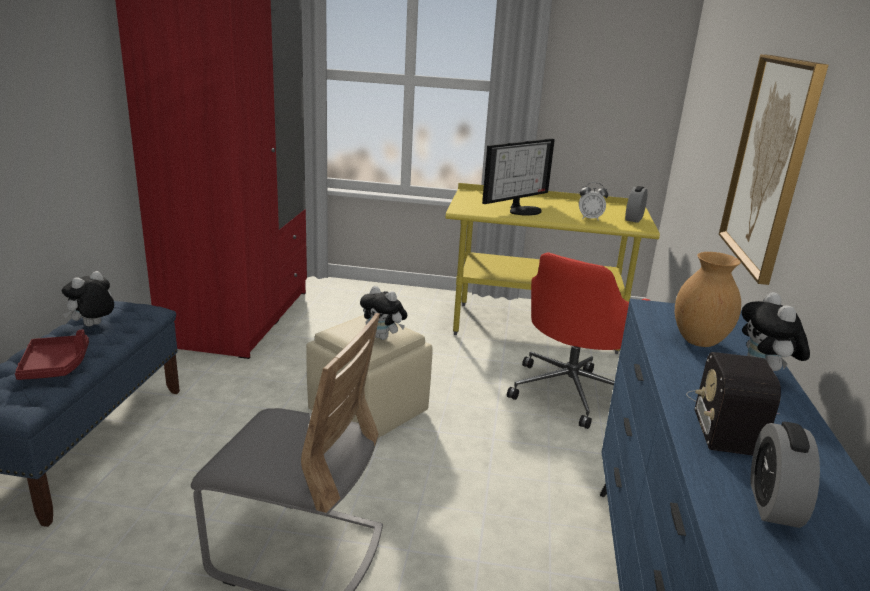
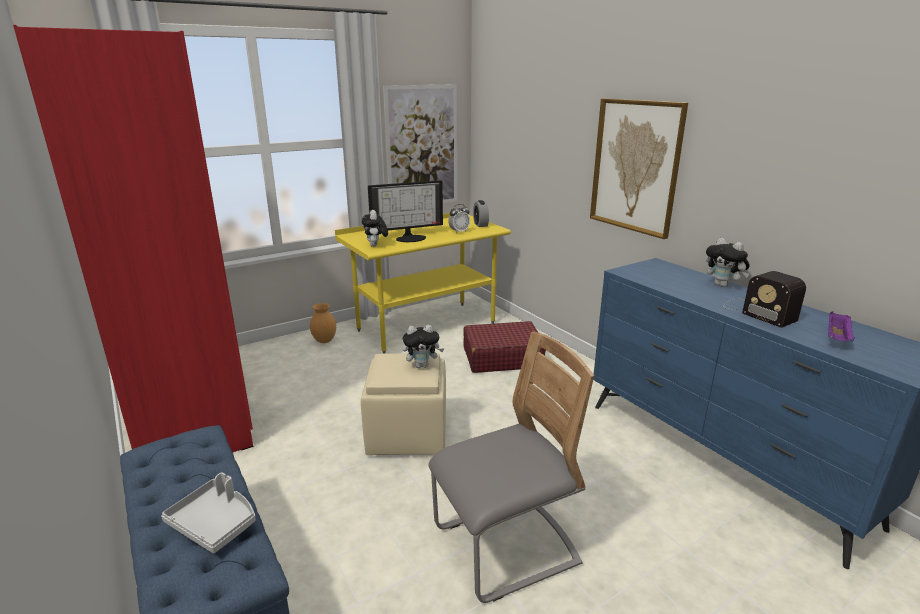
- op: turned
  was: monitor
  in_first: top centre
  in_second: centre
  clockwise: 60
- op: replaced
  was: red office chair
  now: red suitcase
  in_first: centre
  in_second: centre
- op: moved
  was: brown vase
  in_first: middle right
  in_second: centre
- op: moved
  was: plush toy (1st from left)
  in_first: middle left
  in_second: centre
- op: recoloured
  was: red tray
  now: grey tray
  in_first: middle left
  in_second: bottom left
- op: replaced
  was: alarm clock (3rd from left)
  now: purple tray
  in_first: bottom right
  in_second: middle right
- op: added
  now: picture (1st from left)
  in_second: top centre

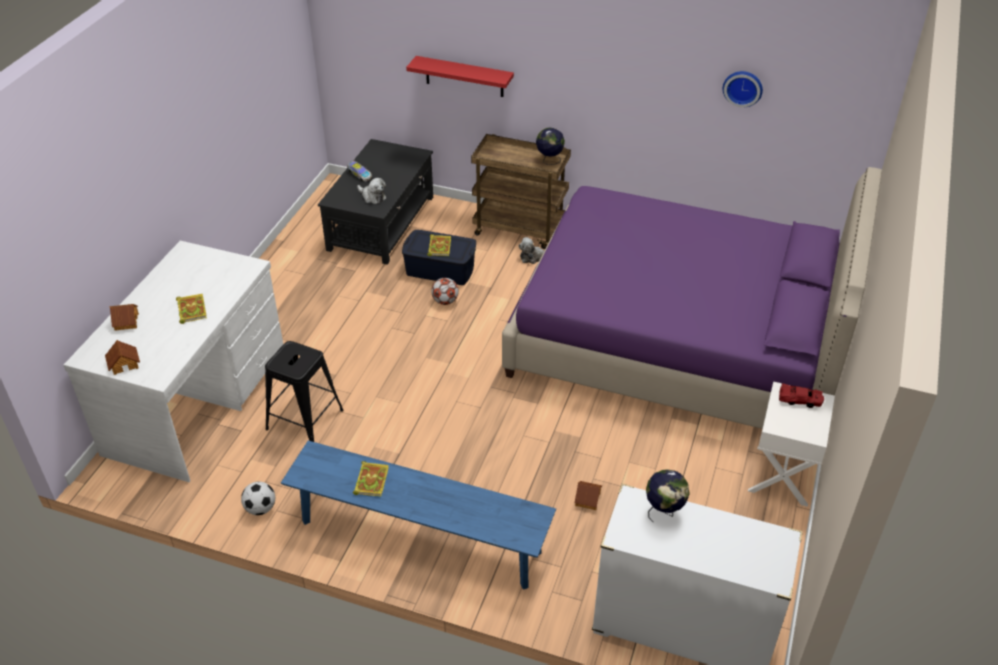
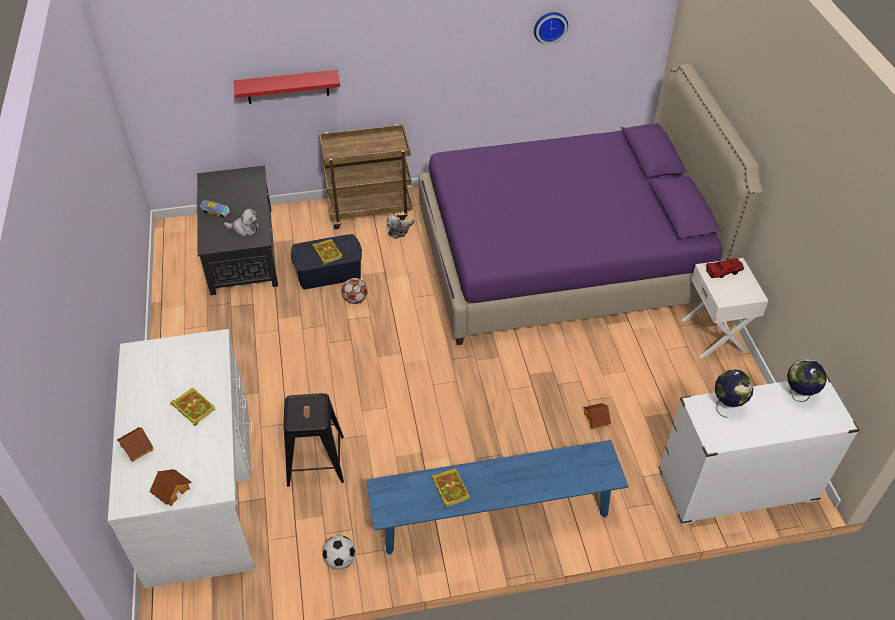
- op: moved
  was: globe (1st from left in the first image)
  now: globe (2nd from left)
  in_first: top centre
  in_second: middle right

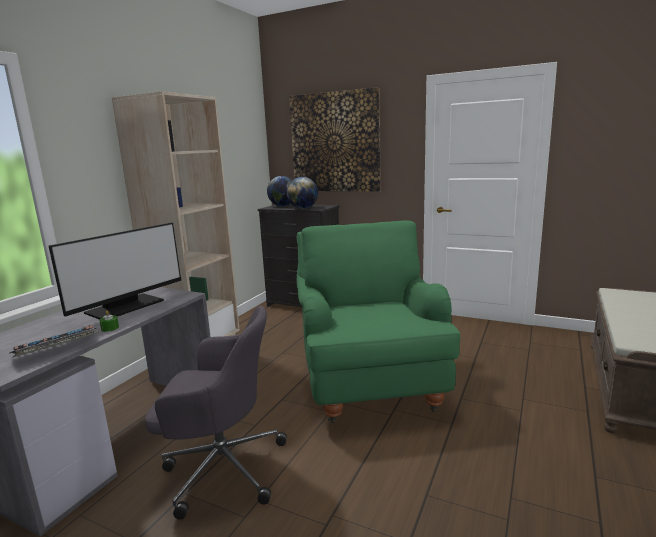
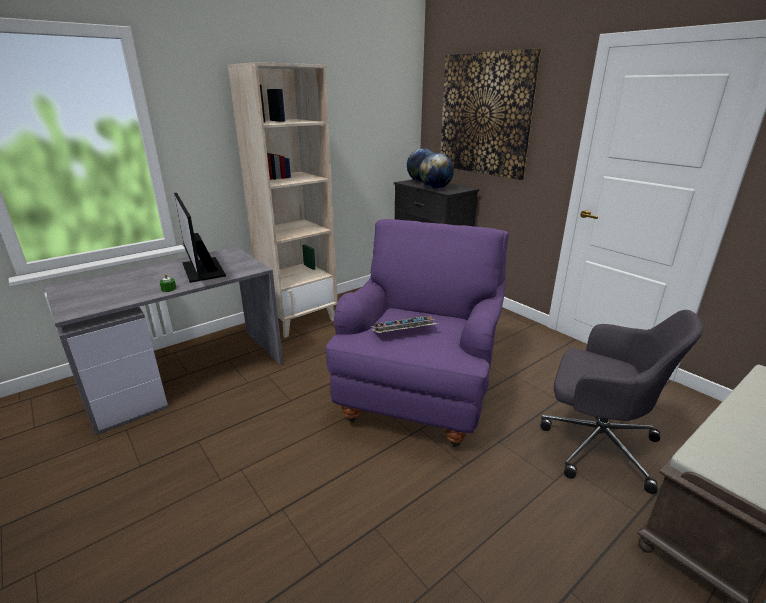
- op: recoloured
  was: green armchair
  now: purple armchair
  in_first: centre
  in_second: centre
- op: turned
  was: monitor
  in_first: middle left
  in_second: middle left
  clockwise: 90
- op: moved
  was: grey office chair
  in_first: bottom left
  in_second: bottom right
- op: moved
  was: keyboard
  in_first: middle left
  in_second: centre

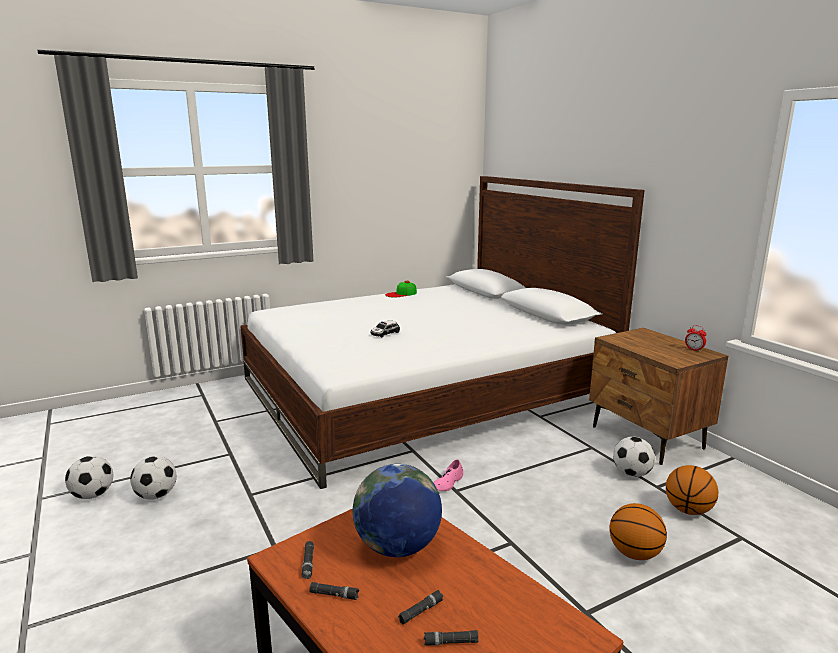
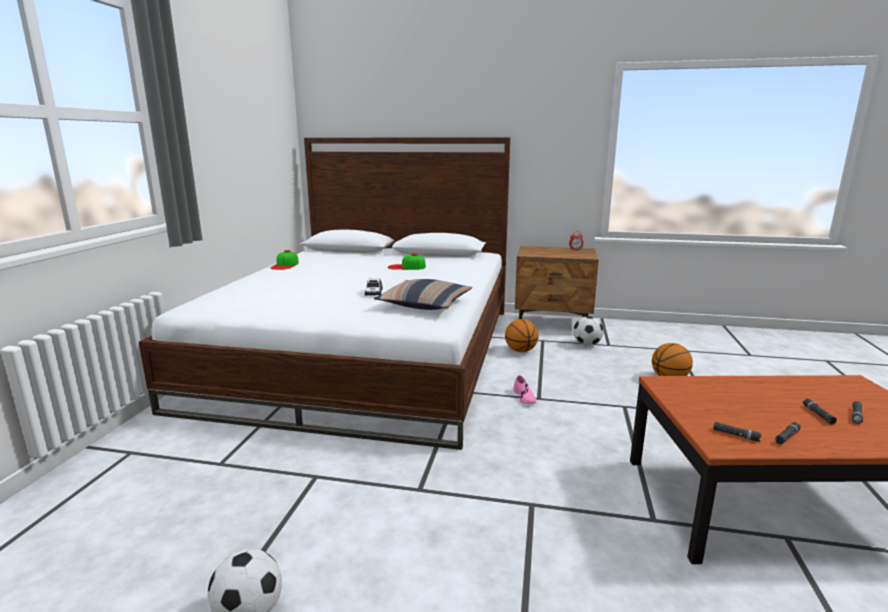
- op: removed
  was: football (2nd from left)
  in_first: bottom left
- op: removed
  was: globe
  in_first: bottom centre
- op: moved
  was: basketball (2nd from left in the first image)
  now: basketball (1st from left)
  in_first: bottom right
  in_second: centre
- op: added
  now: cap (2nd from left)
  in_second: centre
- op: added
  now: pillow
  in_second: centre

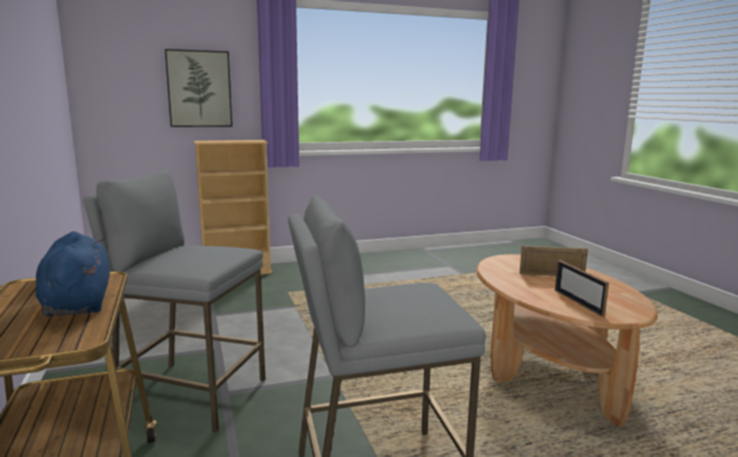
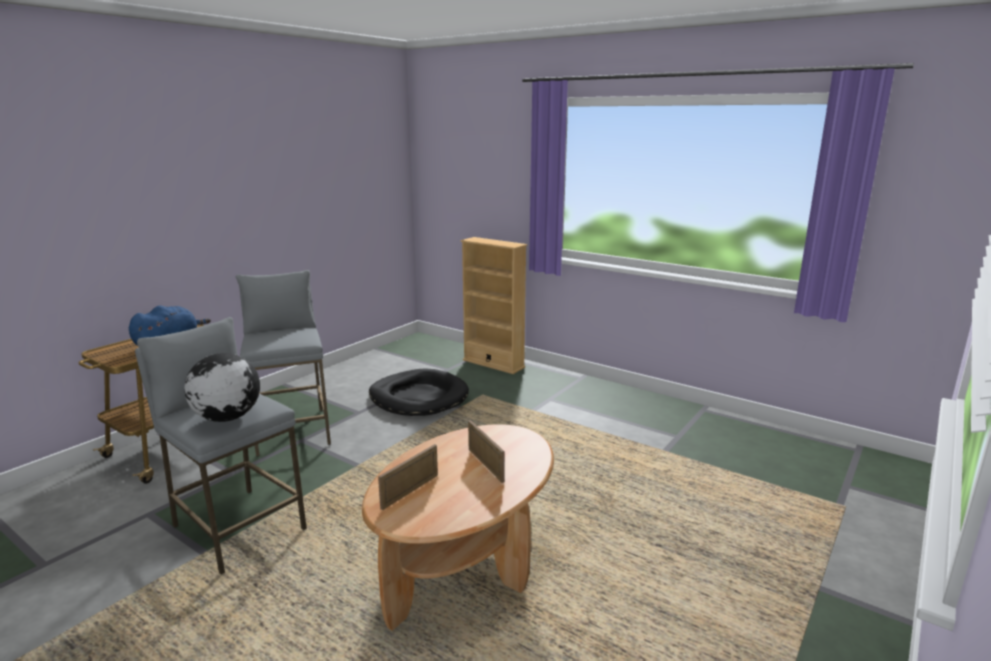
- op: removed
  was: picture
  in_first: top left
- op: added
  now: globe
  in_second: middle left
- op: added
  now: black dog bed
  in_second: centre

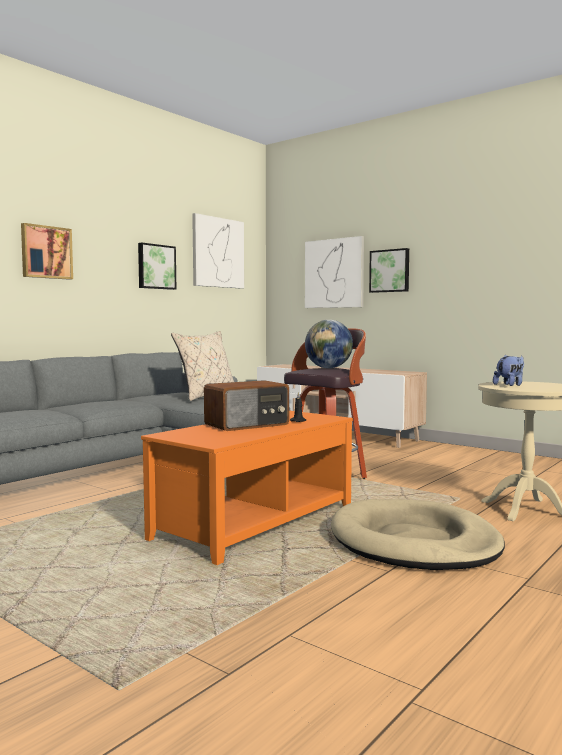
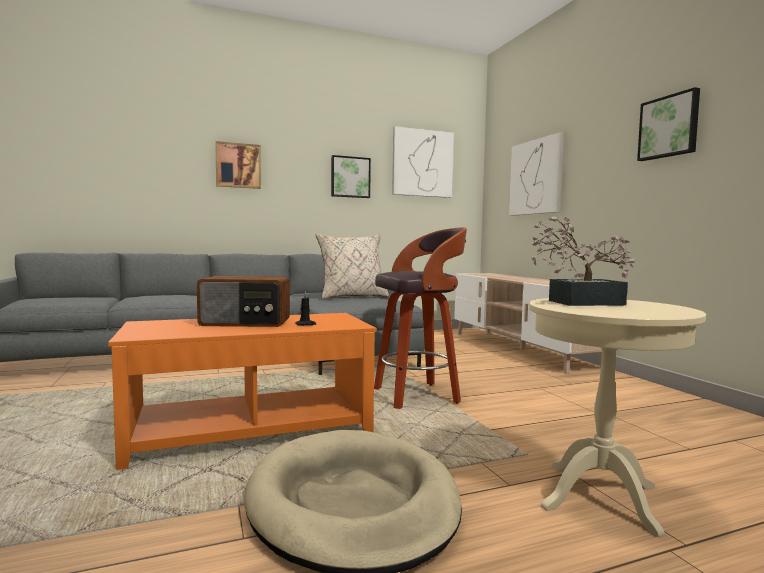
- op: moved
  was: picture (5th from left)
  in_first: middle right
  in_second: top right
- op: removed
  was: globe
  in_first: centre
- op: replaced
  was: plush toy
  now: potted plant
  in_first: middle right
  in_second: middle right

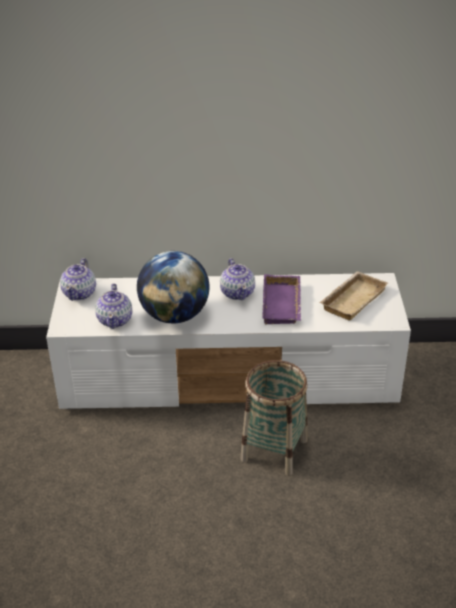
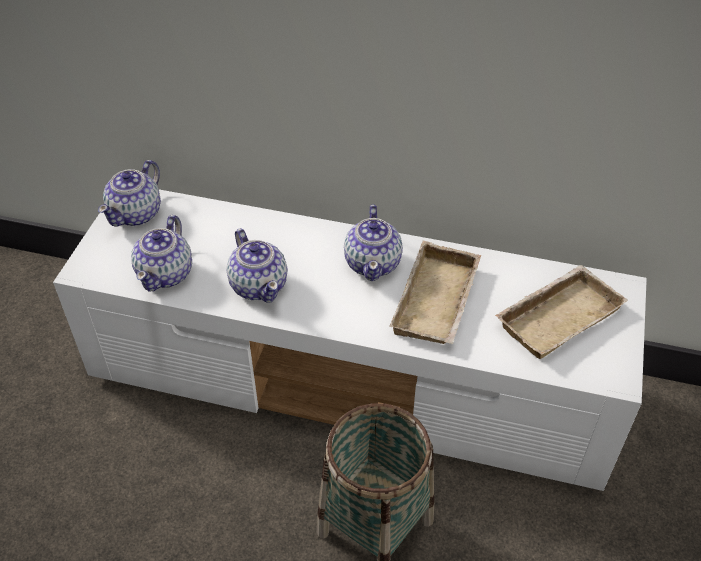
- op: replaced
  was: globe
  now: teapot (3rd from left)
  in_first: centre
  in_second: centre
- op: recoloured
  was: purple tray
  now: beige tray (1st from left)
  in_first: centre
  in_second: centre

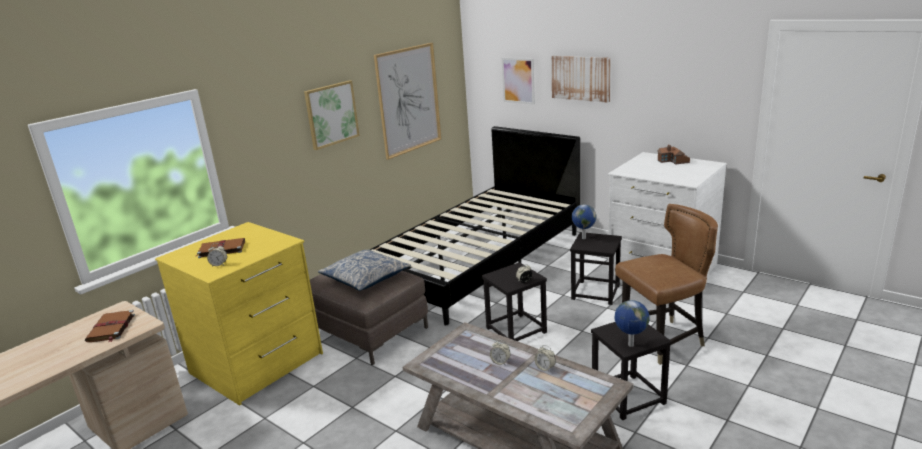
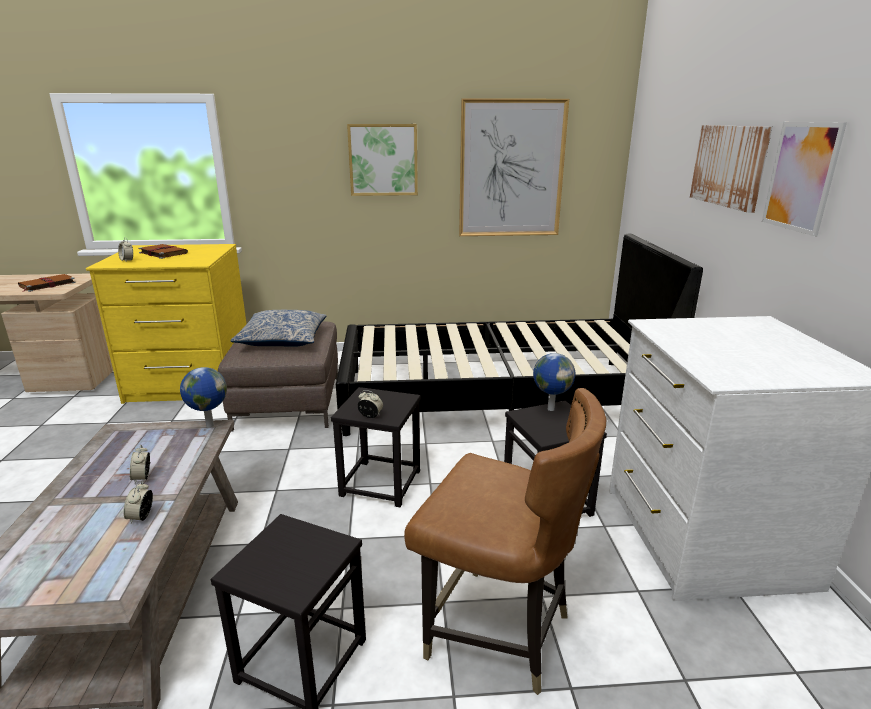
- op: moved
  was: picture (3rd from left in the first image)
  now: picture (4th from left)
  in_first: top centre
  in_second: top right
- op: removed
  was: toy house
  in_first: middle right
- op: moved
  was: globe (2nd from left in the first image)
  now: globe (1st from left)
  in_first: bottom right
  in_second: middle left

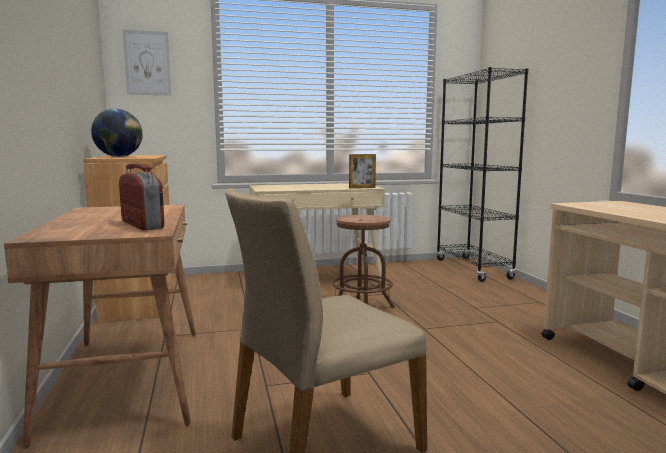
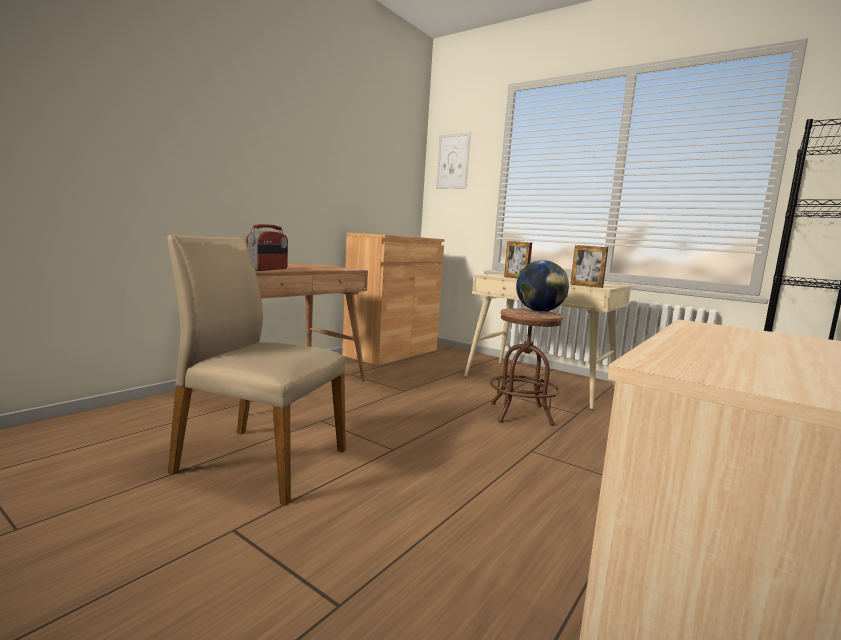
- op: moved
  was: globe
  in_first: top left
  in_second: centre
- op: added
  now: picture frame (1st from left)
  in_second: centre

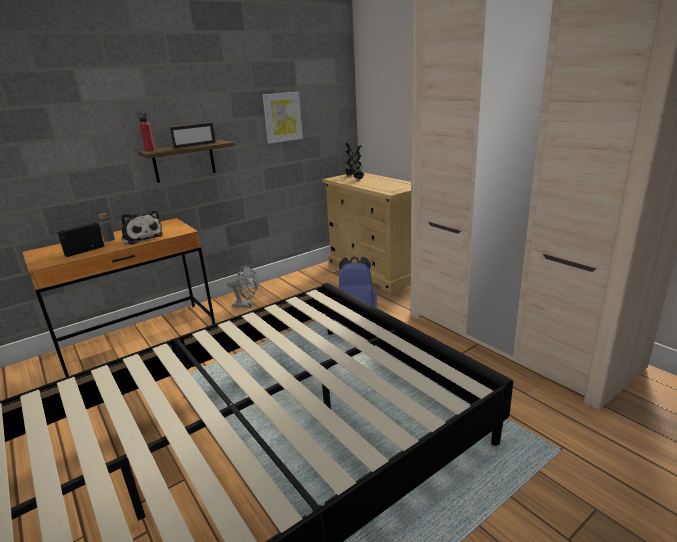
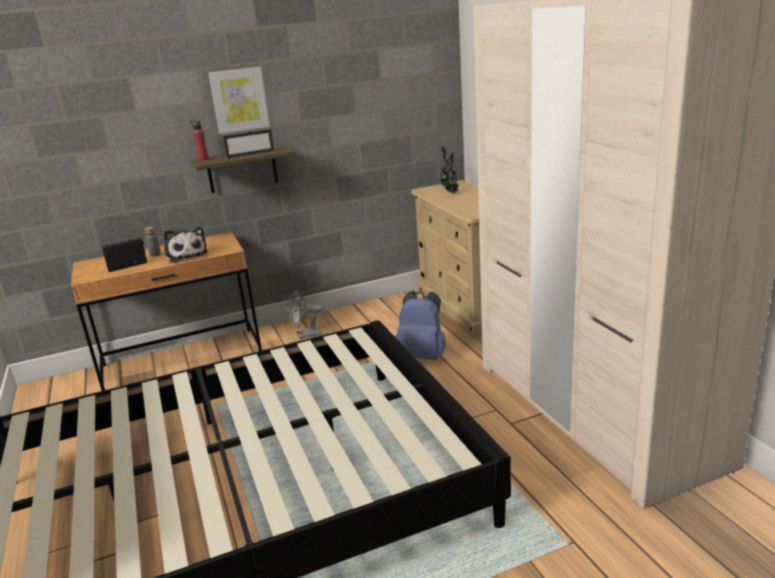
- op: moved
  was: picture
  in_first: top centre
  in_second: top left
- op: turned
  was: grey fan
  in_first: centre
  in_second: centre
  clockwise: 135

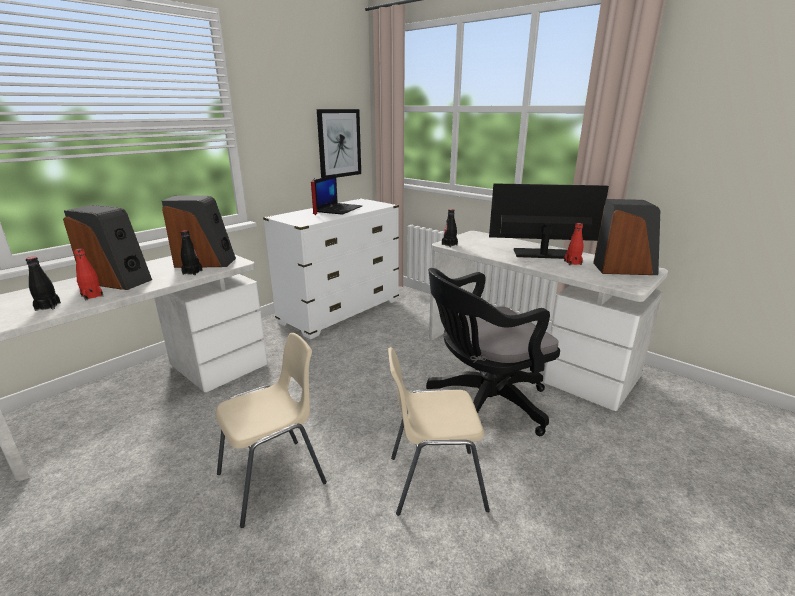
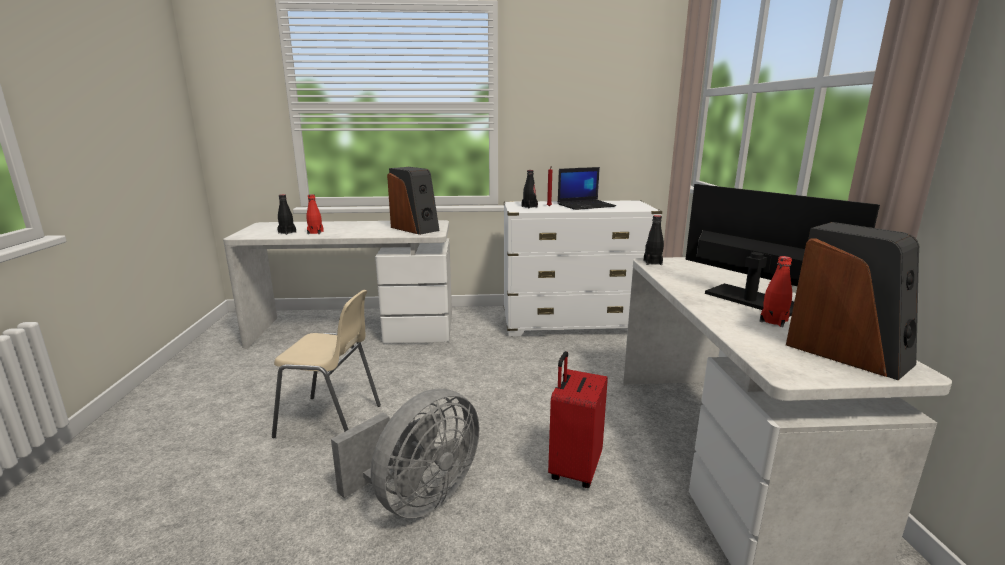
- op: removed
  was: picture
  in_first: top centre
- op: removed
  was: speaker (1st from left)
  in_first: middle left
- op: moved
  was: black bottle (2nd from left)
  in_first: middle left
  in_second: centre
- op: replaced
  was: black office chair
  now: red suitcase
  in_first: centre
  in_second: bottom centre
- op: replaced
  was: beige chair (2nd from left)
  now: grey fan
  in_first: bottom centre
  in_second: bottom centre

